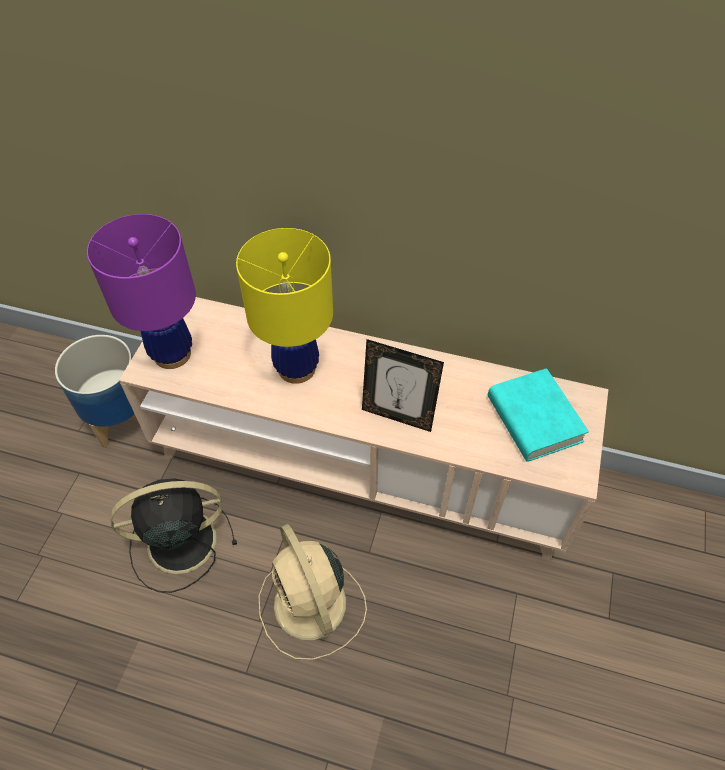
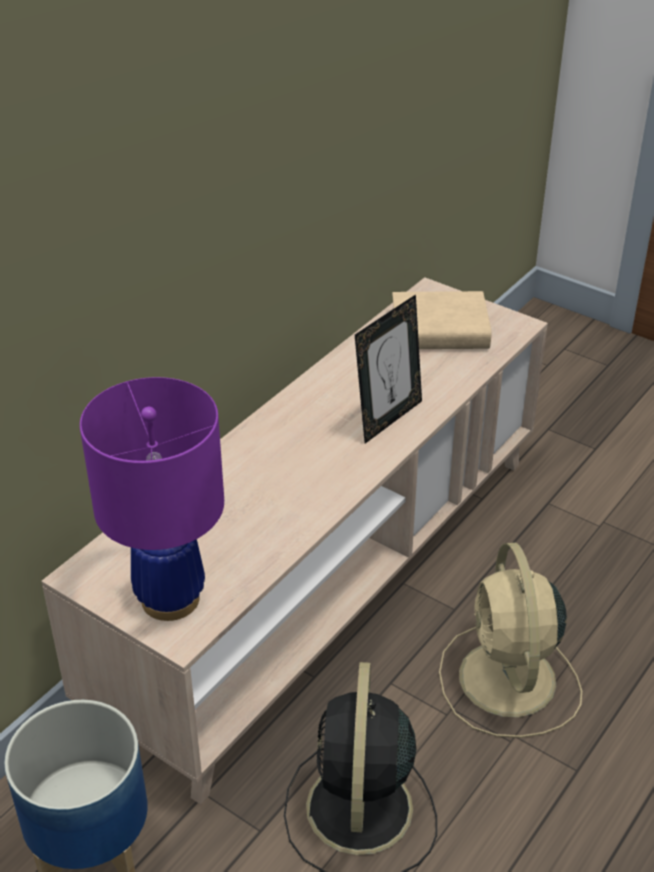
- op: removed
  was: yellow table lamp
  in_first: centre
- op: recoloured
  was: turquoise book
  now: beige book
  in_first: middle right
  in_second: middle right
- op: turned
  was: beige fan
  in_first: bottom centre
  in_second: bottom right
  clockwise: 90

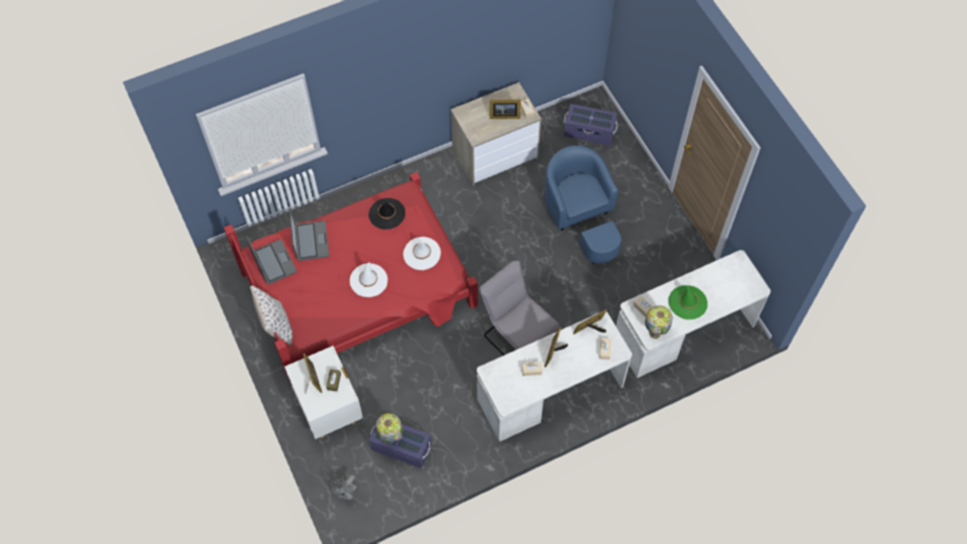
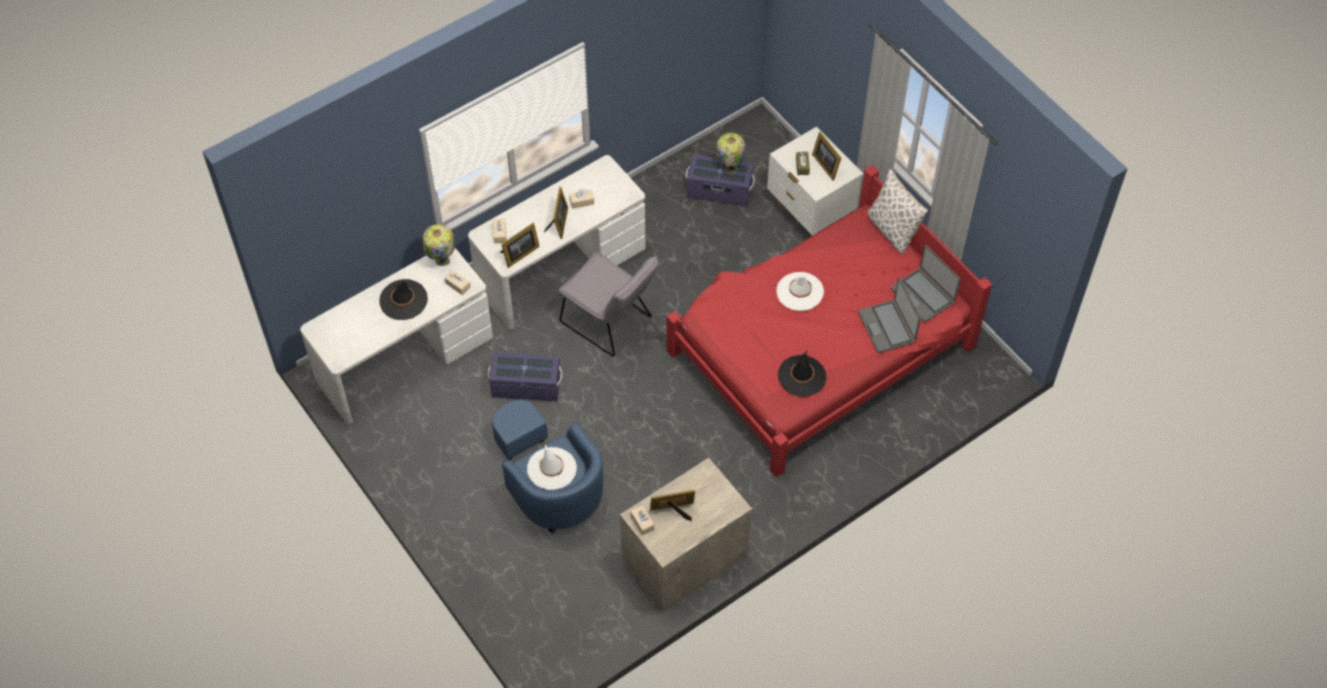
- op: moved
  was: purple storage box (2nd from left in the first image)
  now: purple storage box (1st from left)
  in_first: top centre
  in_second: centre
- op: moved
  was: white hat (2nd from left in the first image)
  now: white hat (1st from left)
  in_first: centre
  in_second: bottom centre
- op: recoloured
  was: green hat
  now: black hat (1st from left)
  in_first: middle right
  in_second: middle left
- op: removed
  was: grey fan
  in_first: bottom centre

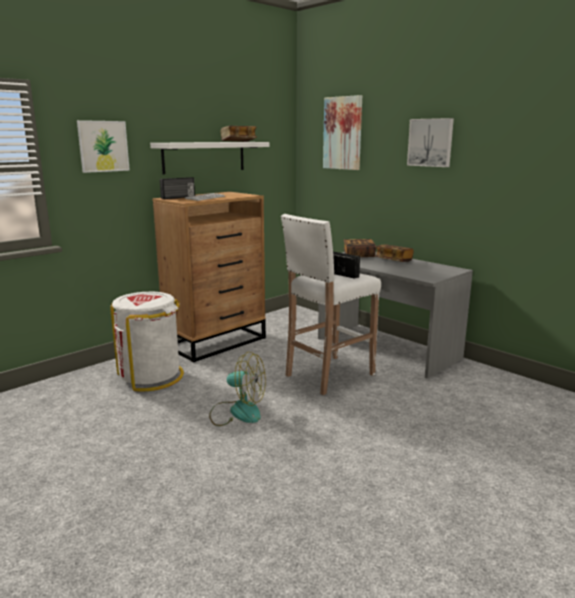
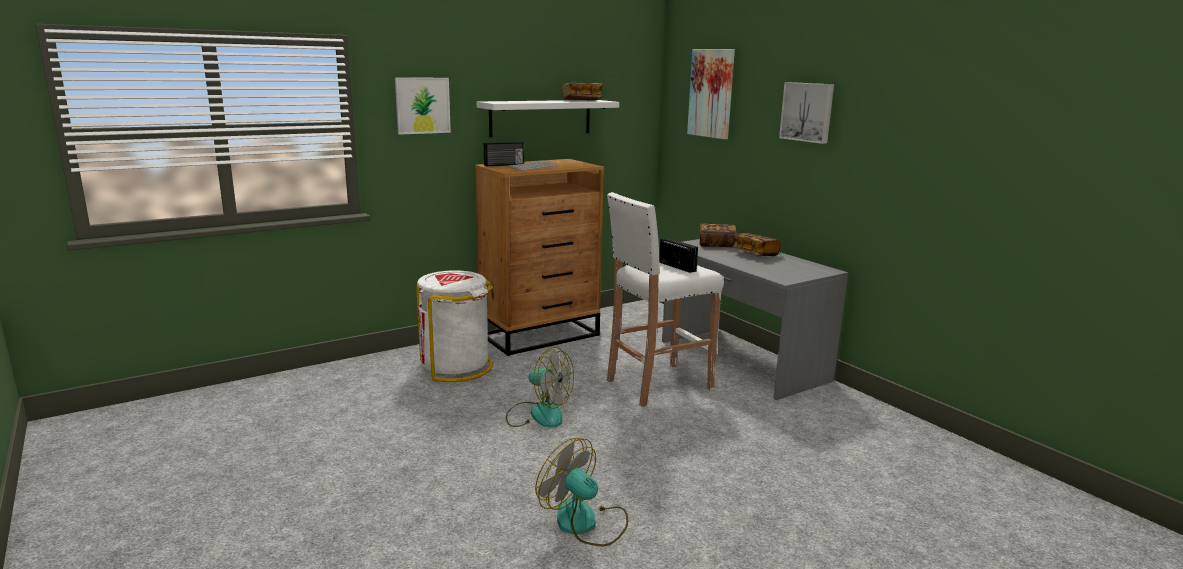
- op: added
  now: fan (2nd from left)
  in_second: bottom centre

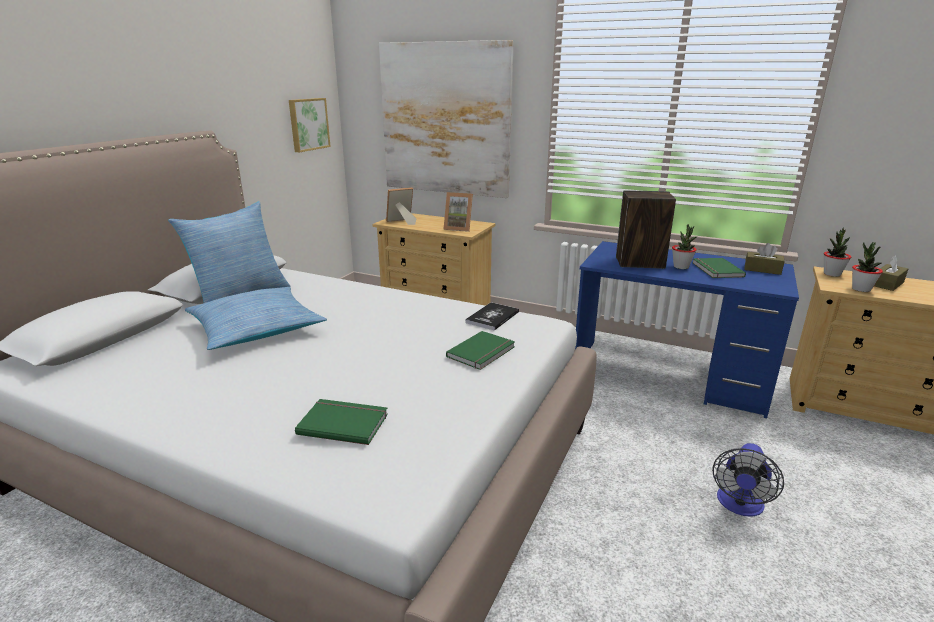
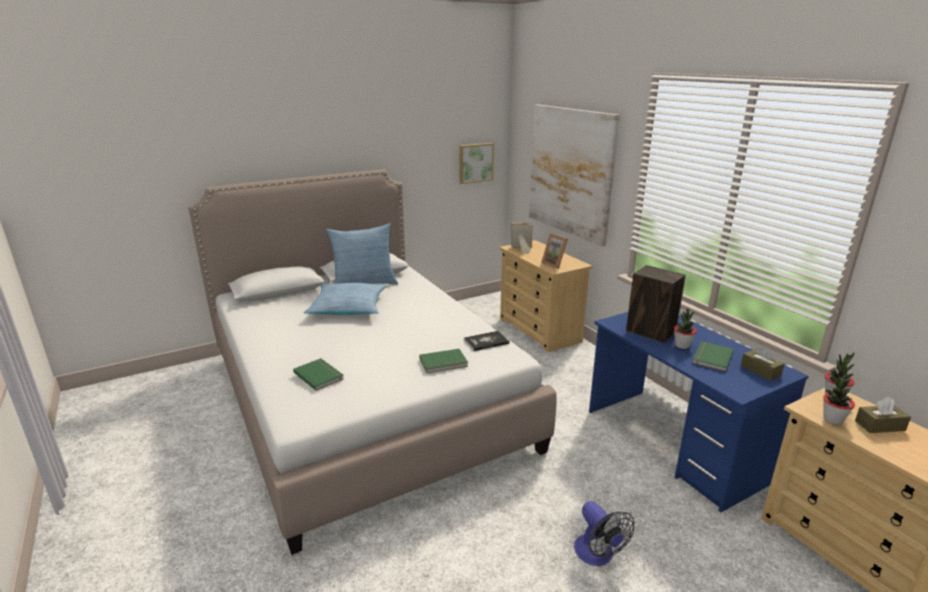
- op: turned
  was: fan
  in_first: bottom right
  in_second: bottom centre
  clockwise: -90

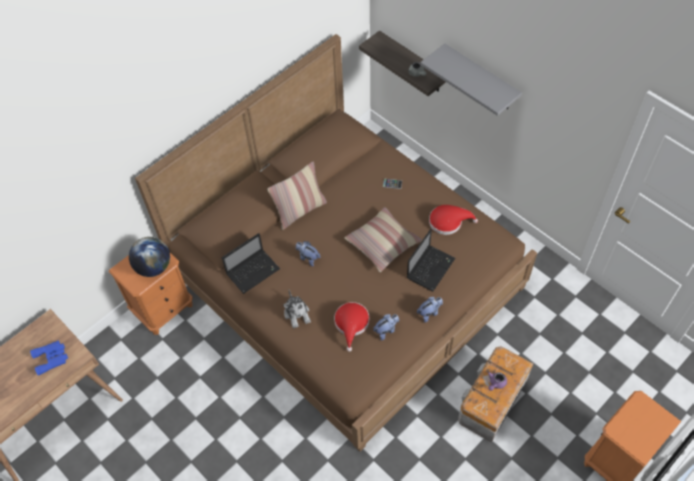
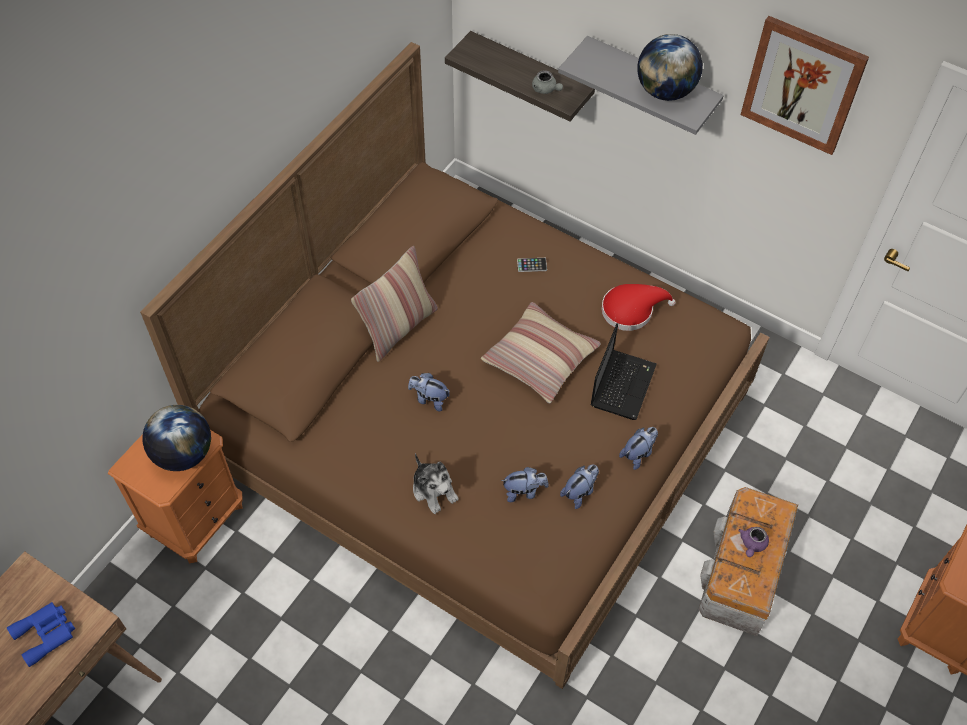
- op: removed
  was: laptop (1st from left)
  in_first: centre
- op: replaced
  was: red hat (1st from left)
  now: plush toy (3rd from left)
  in_first: bottom centre
  in_second: bottom centre
- op: added
  now: picture
  in_second: top right
- op: added
  now: globe (2nd from left)
  in_second: top right

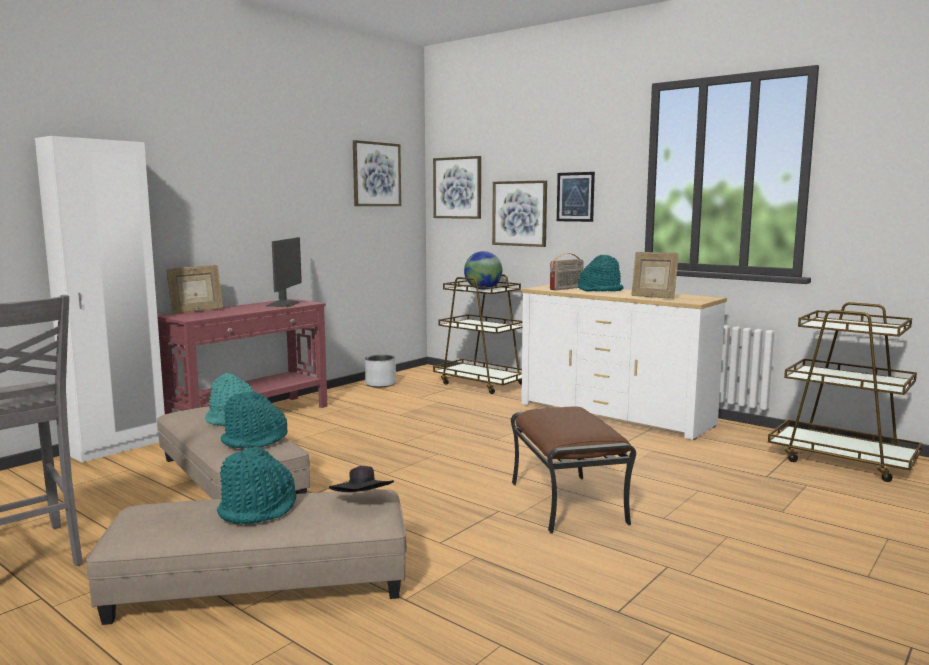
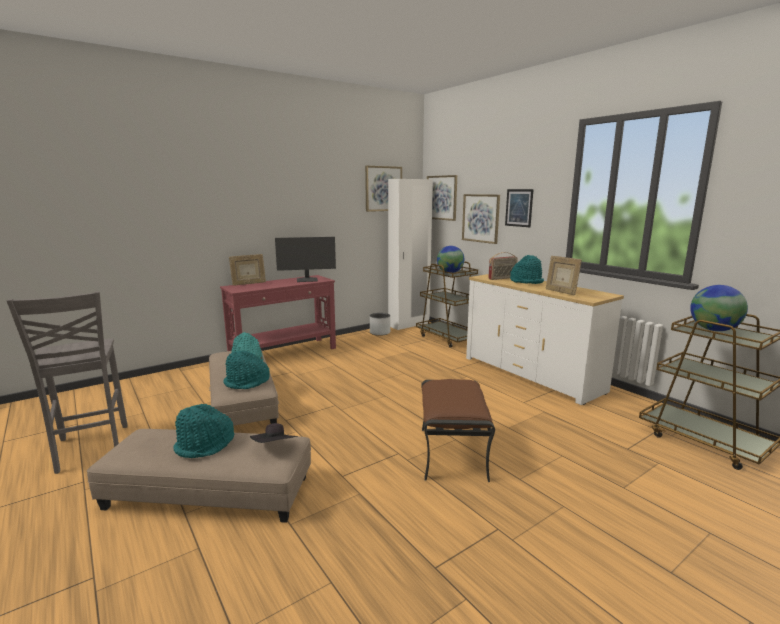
- op: moved
  was: white wardrobe
  in_first: middle left
  in_second: centre
- op: turned
  was: monitor
  in_first: middle left
  in_second: centre
  clockwise: 60
- op: added
  now: globe (2nd from left)
  in_second: middle right

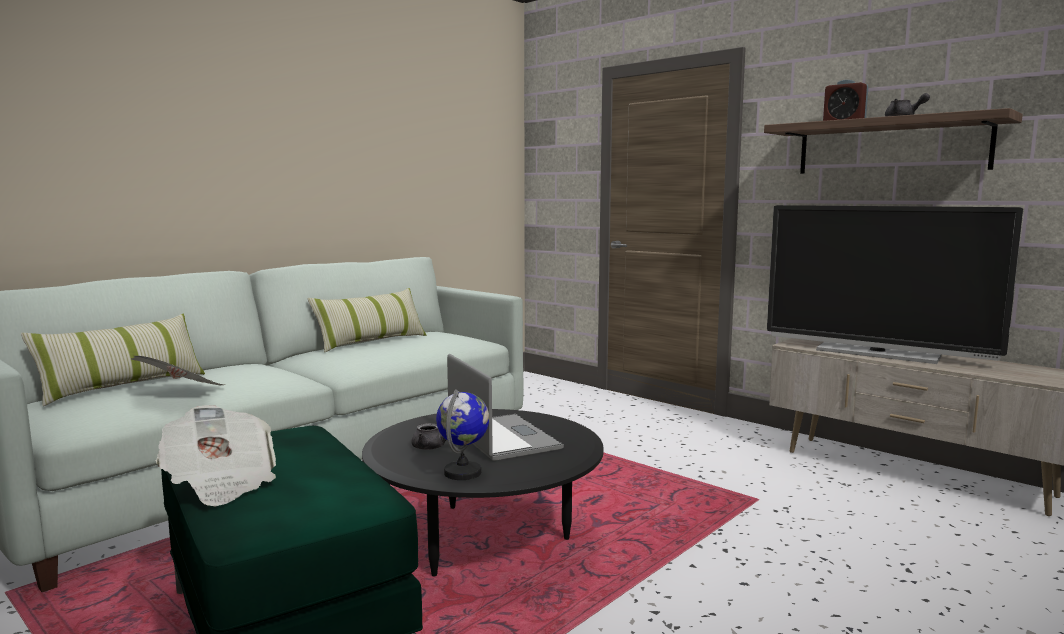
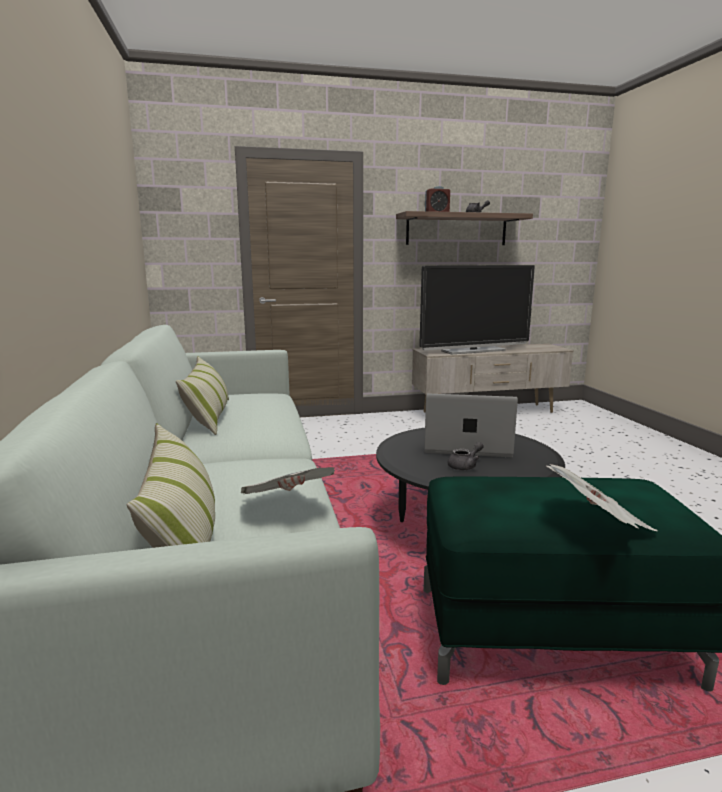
- op: removed
  was: globe
  in_first: bottom centre

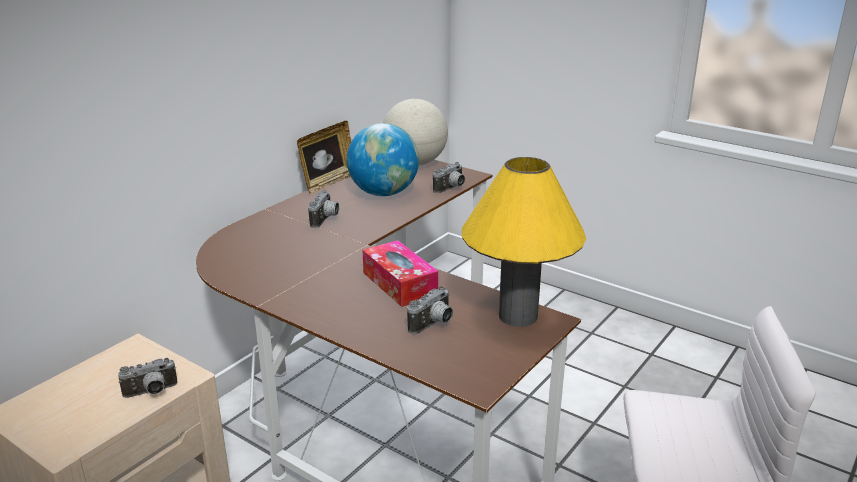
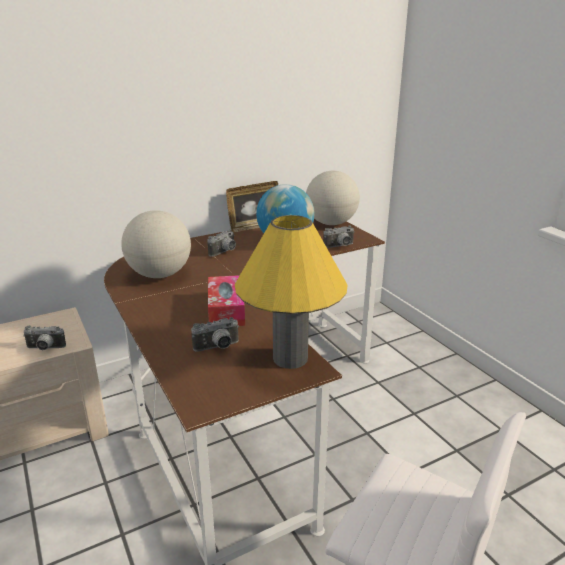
- op: added
  now: globe (1st from left)
  in_second: middle left

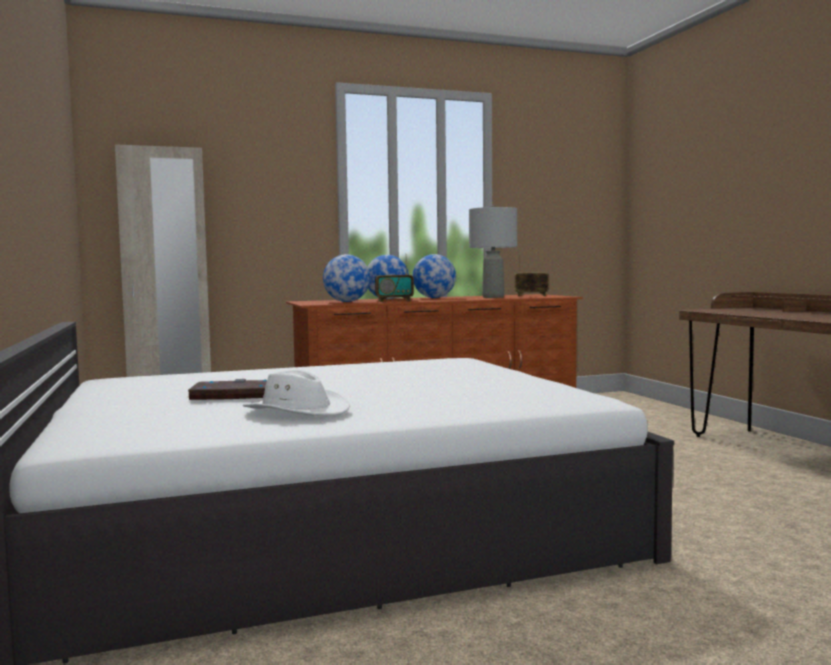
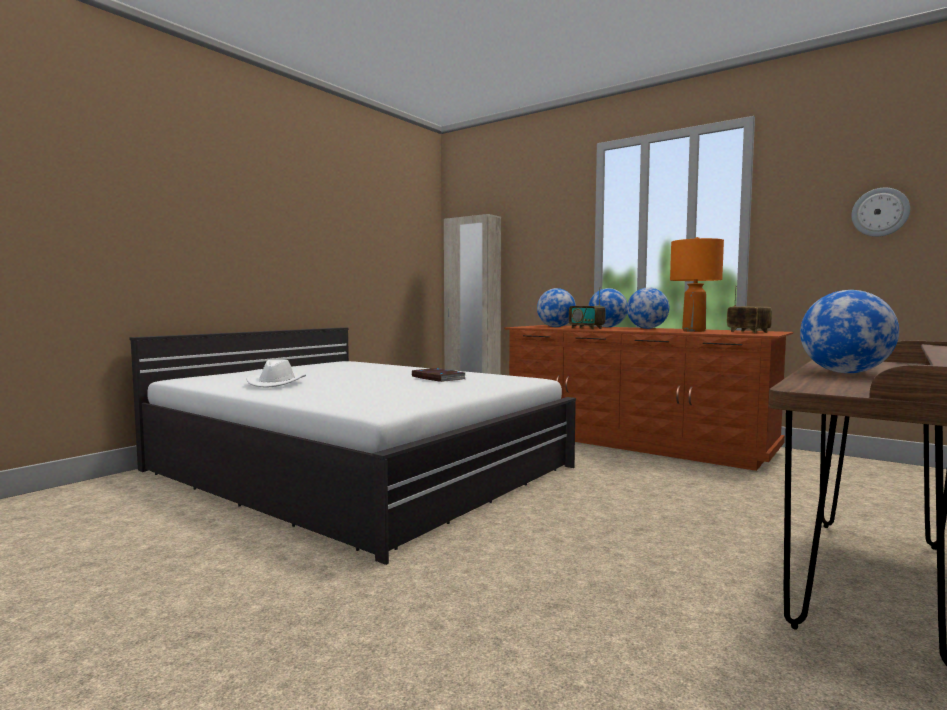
- op: recoloured
  was: grey table lamp
  now: orange table lamp
  in_first: centre
  in_second: middle right
- op: moved
  was: book
  in_first: middle left
  in_second: centre
- op: added
  now: wall clock
  in_second: top right
- op: added
  now: globe (4th from left)
  in_second: middle right

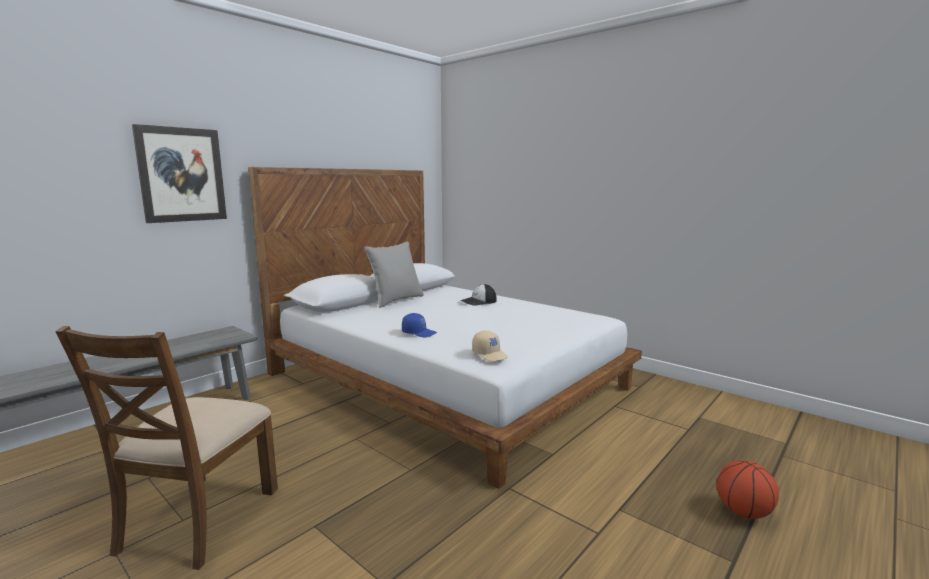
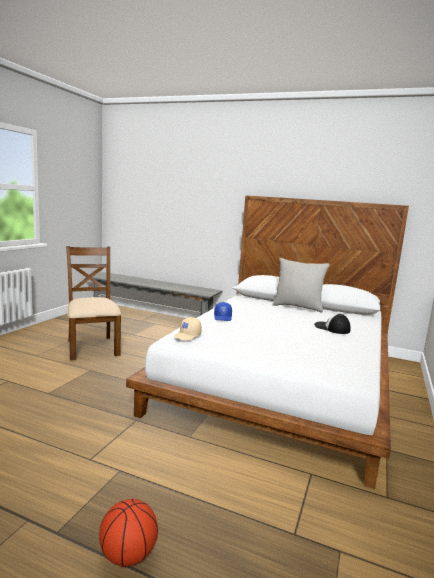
- op: removed
  was: picture
  in_first: top left
- op: turned
  was: brown chair
  in_first: bottom left
  in_second: middle left
  clockwise: 75

